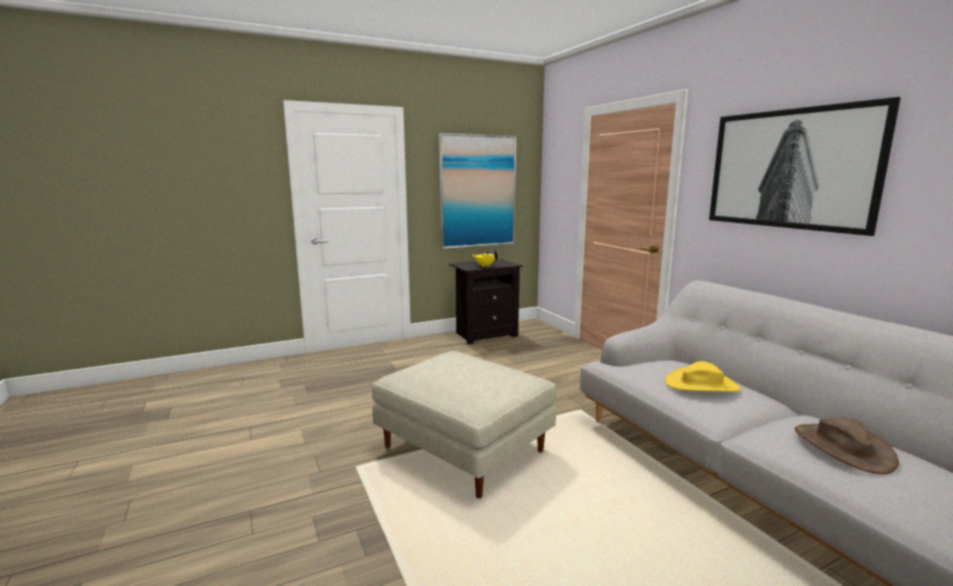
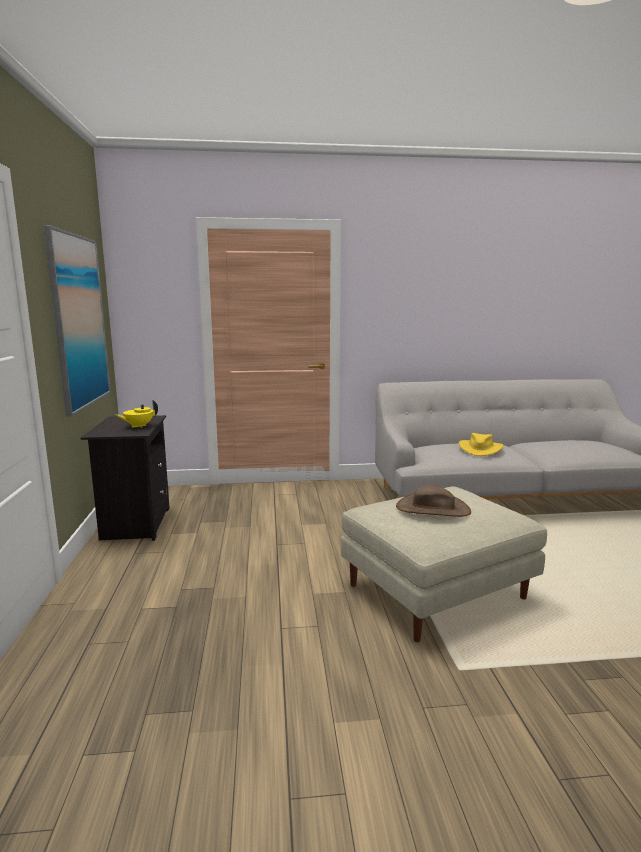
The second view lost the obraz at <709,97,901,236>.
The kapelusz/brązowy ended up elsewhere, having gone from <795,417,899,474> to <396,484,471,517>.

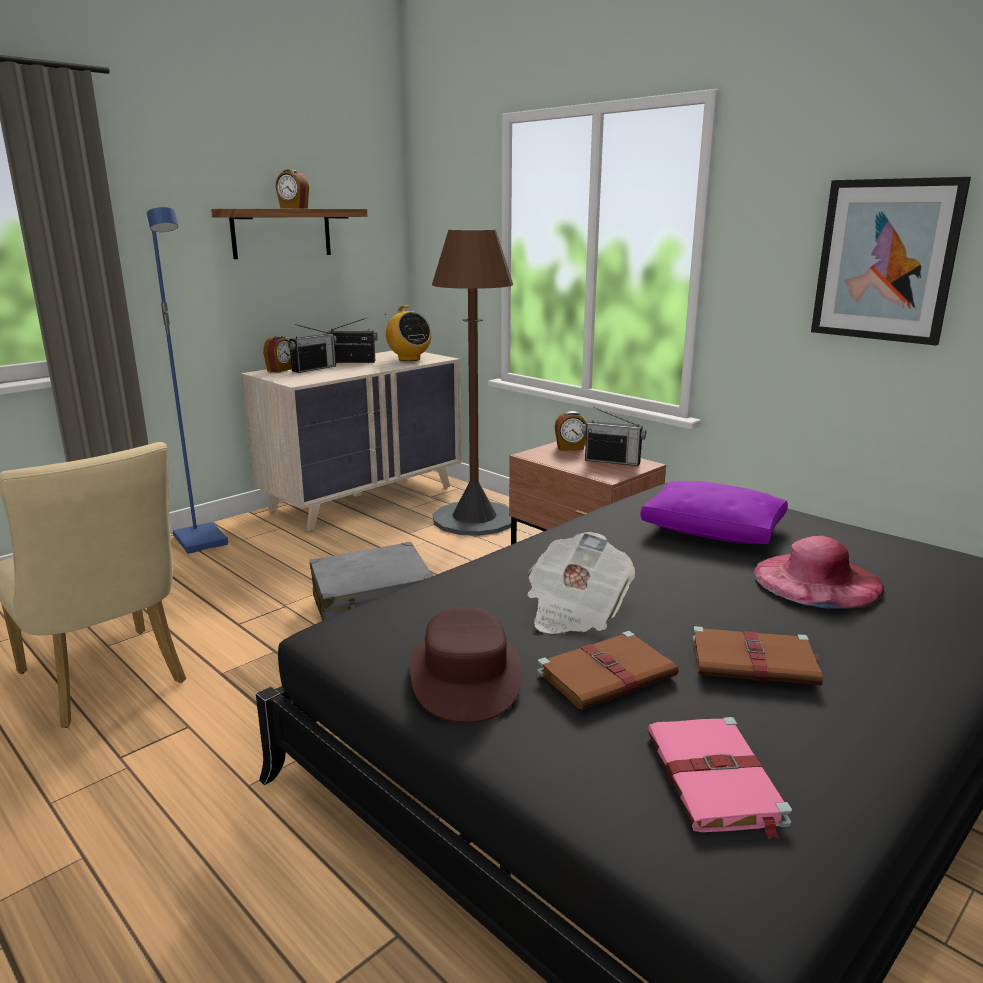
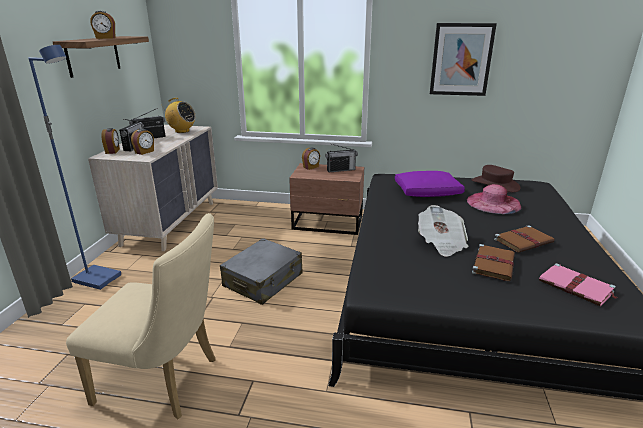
The kapelusz/brązowy ended up elsewhere, having gone from <410,607,522,723> to <472,165,521,192>.
The second view lost the lampa stojąca/brązowy at <432,229,513,536>.
The second view gained the budzik at <131,129,154,155>.

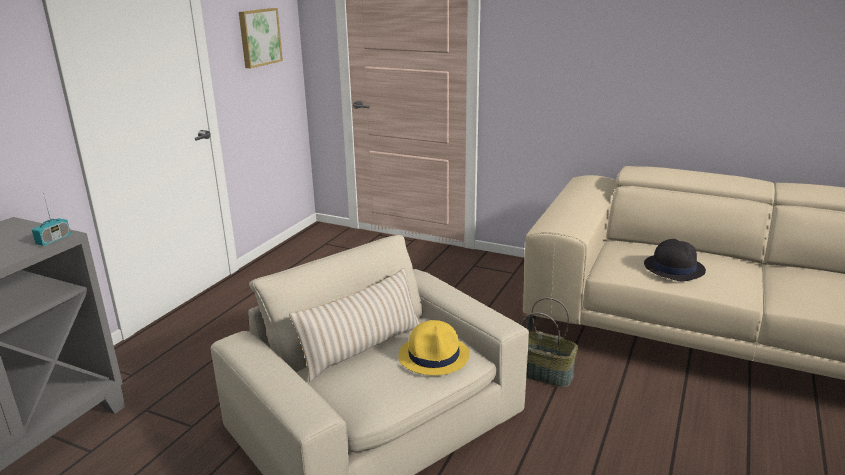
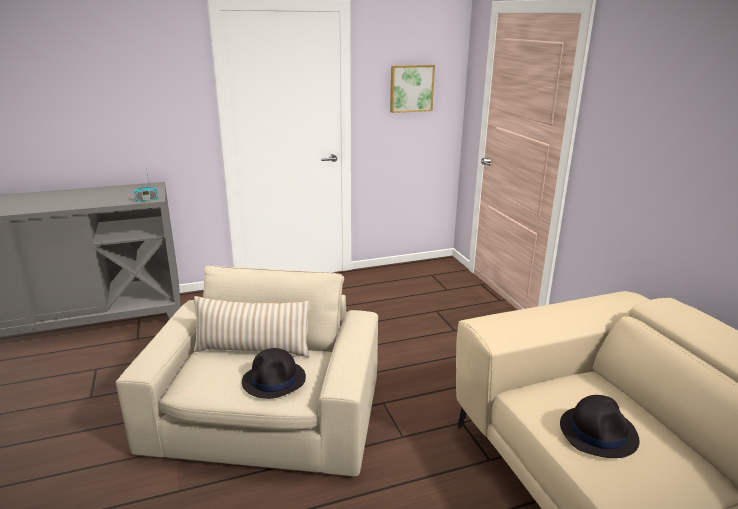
What was the kapelusz/żółty at <399,320,470,375> turned into the kapelusz/czarny at <242,348,306,399>.
The second view lost the koszyk at <521,298,578,387>.

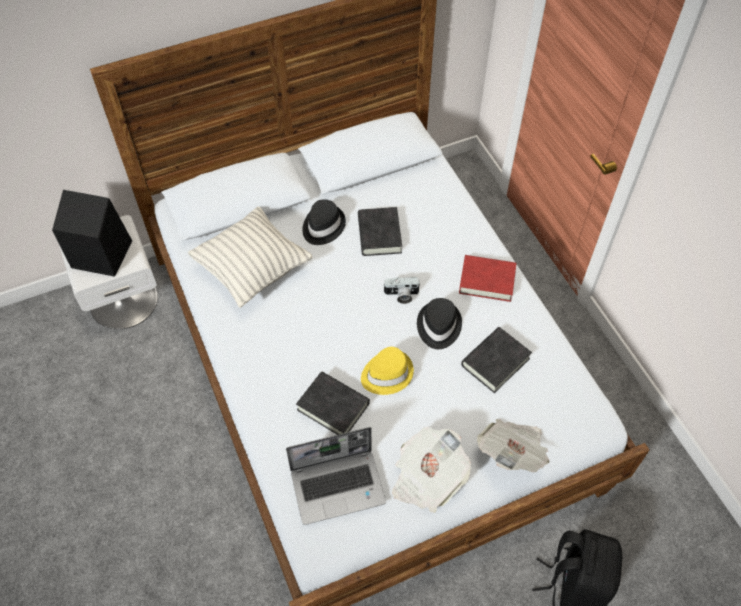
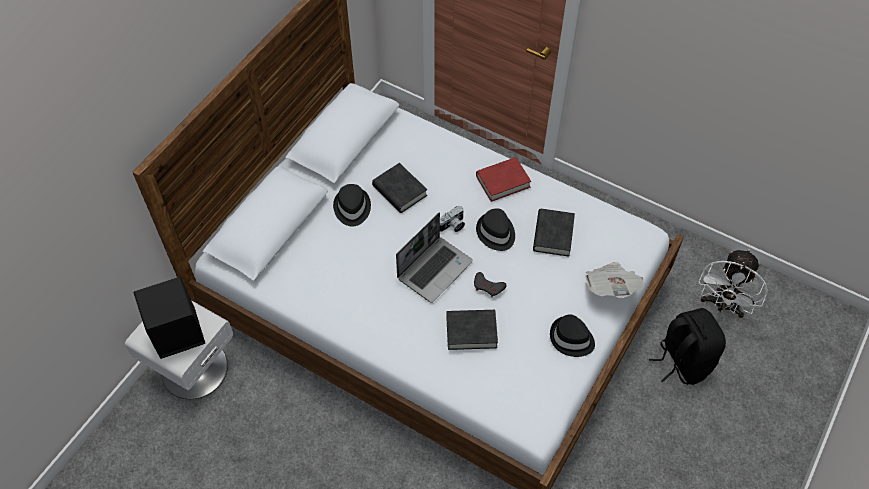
The second view lost the poduszka at <188,206,313,308>.
The laptop ended up elsewhere, having gone from <286,427,386,525> to <396,213,473,303>.
Where the kapelusz/żółty stood at <361,347,414,395>, the pad do gier/szary came to stand at <474,272,506,297>.
Where the gazeta stood at <392,427,471,513>, the kapelusz/czarny came to stand at <550,314,595,357>.
The second view gained the wentylator/biały at <699,249,768,318>.

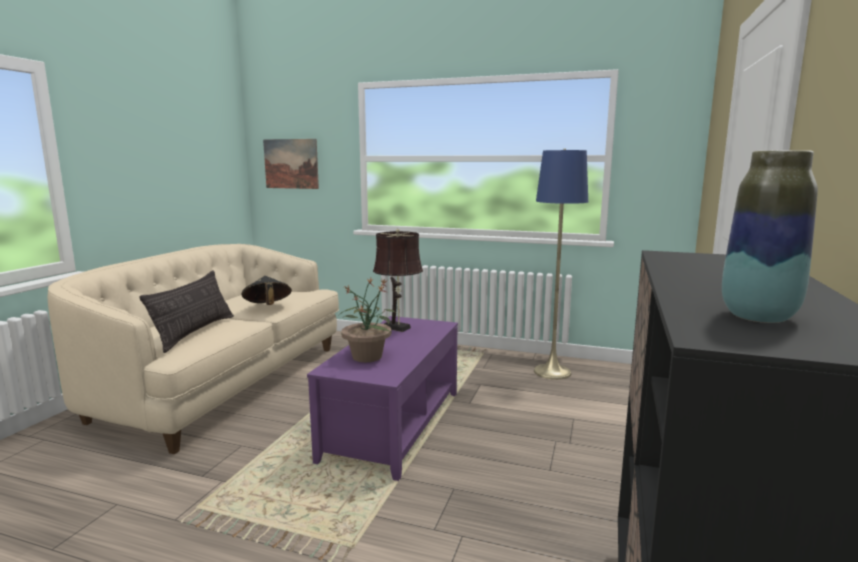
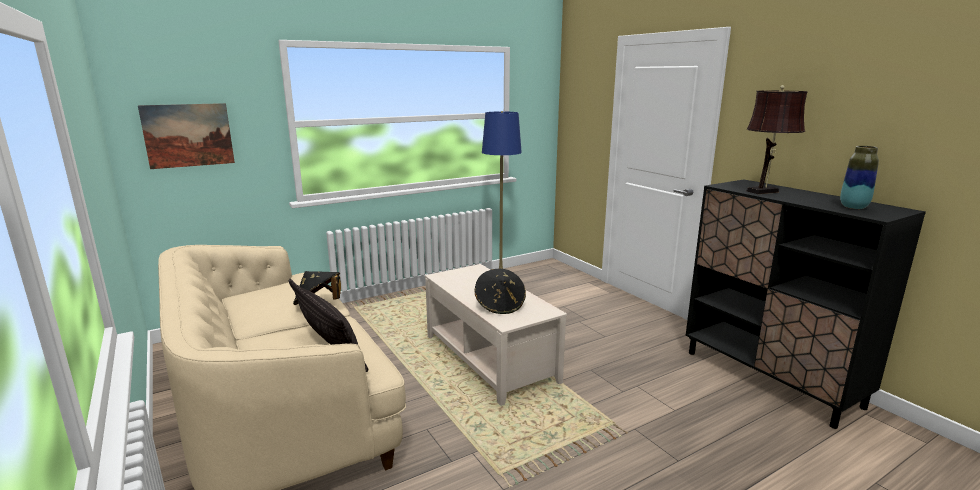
What was the ława/fioletowy at <307,316,458,481> turned into the ława/beżowy at <425,264,567,406>.
Where the roślina doniczkowa stood at <339,278,396,362>, the kapelusz/czarny came to stand at <474,269,526,314>.
The lampa stołowa/brązowy ended up elsewhere, having gone from <373,229,423,332> to <747,85,808,194>.

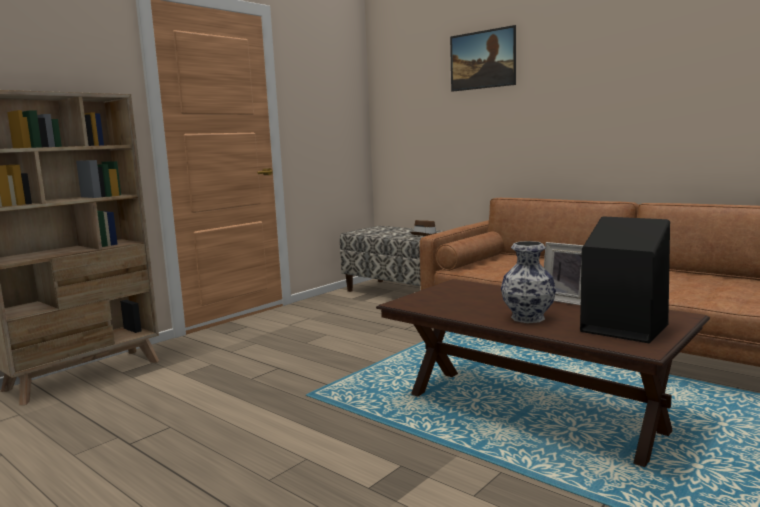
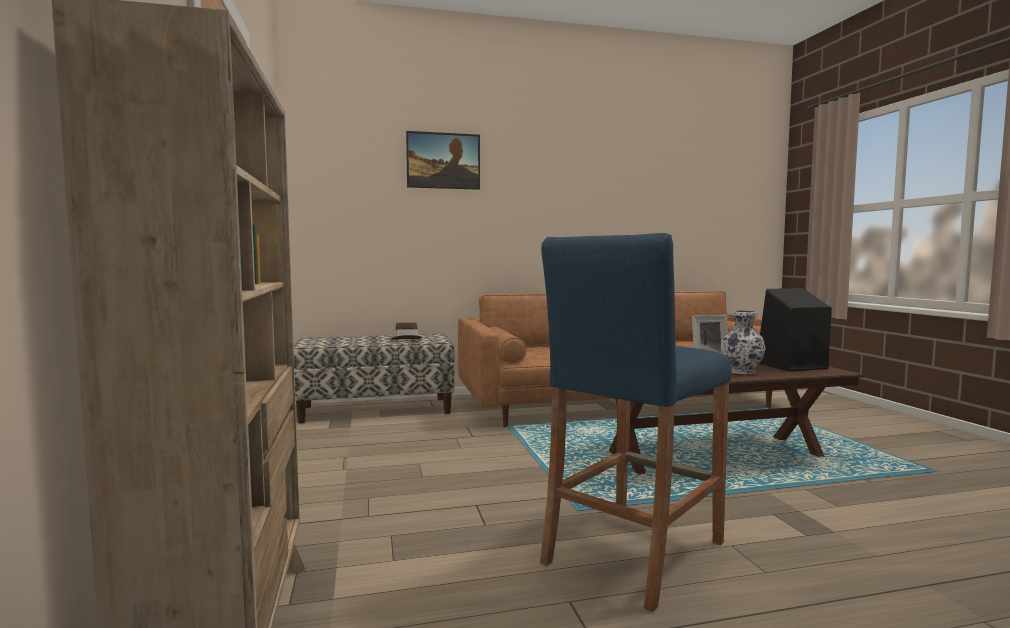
The second view gained the stołek/niebieski at <540,233,732,612>.

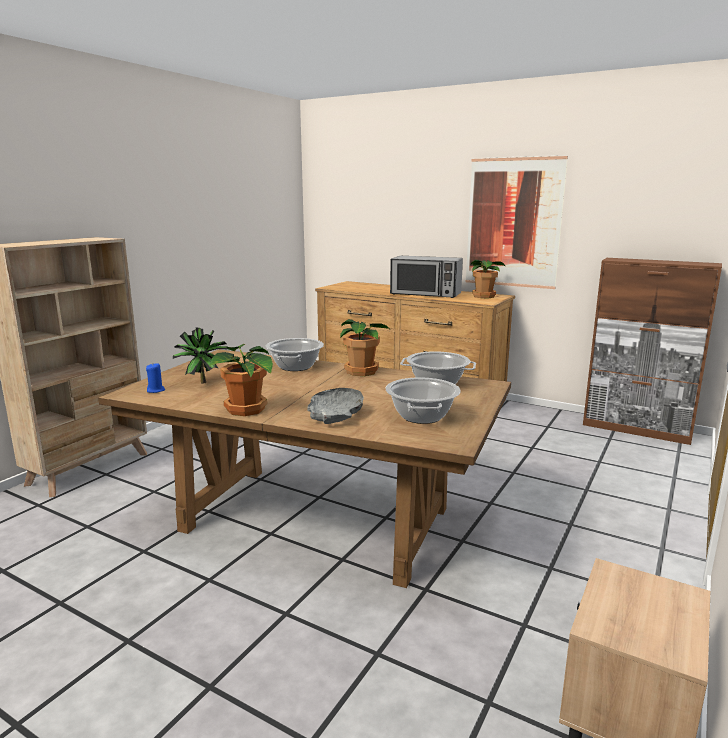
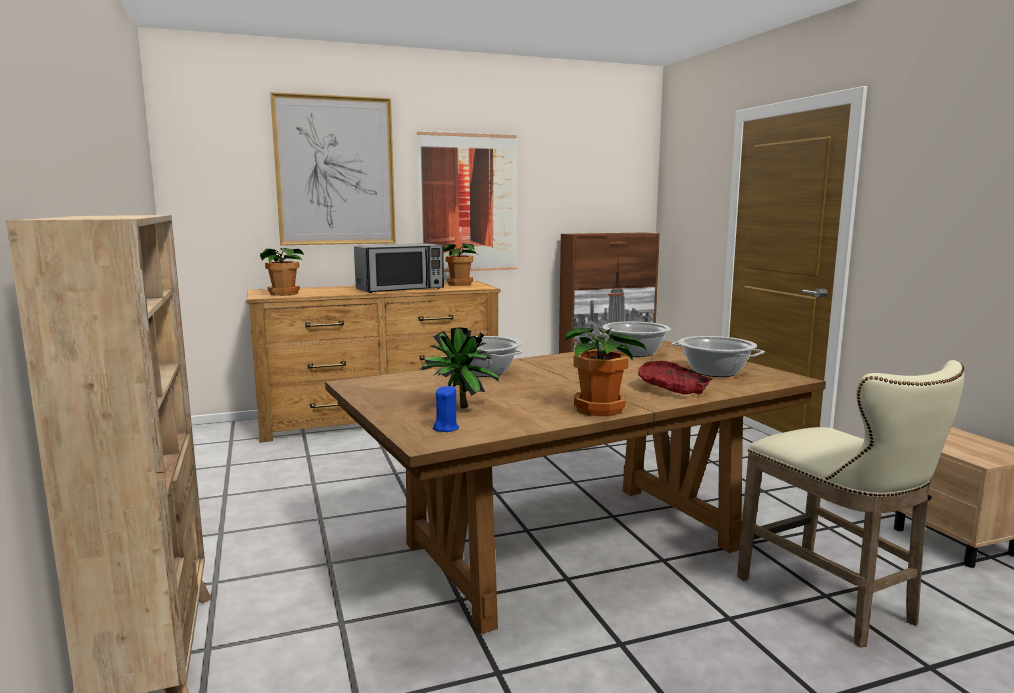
What was the miska/szary at <307,388,364,424> turned into the miska/czerwony at <638,361,713,394>.
The roślina doniczkowa ended up elsewhere, having gone from <340,319,389,376> to <260,248,304,296>.
The second view gained the obraz at <270,92,396,245>.
The second view gained the stołek/beżowy at <737,360,964,647>.

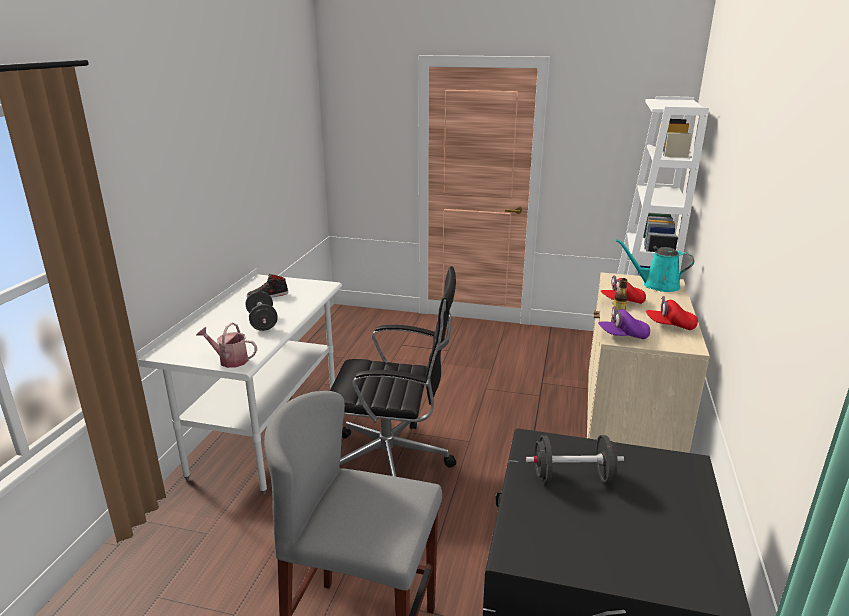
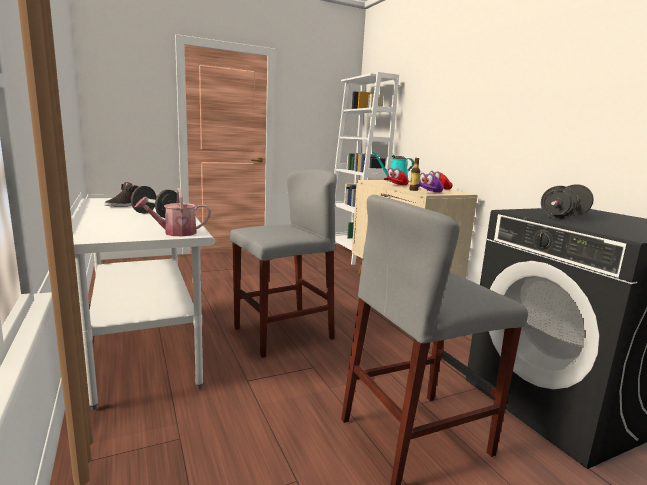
Where the krzesło biurowe/czarny stood at <330,266,456,477>, the stołek/szary came to stand at <230,169,337,358>.

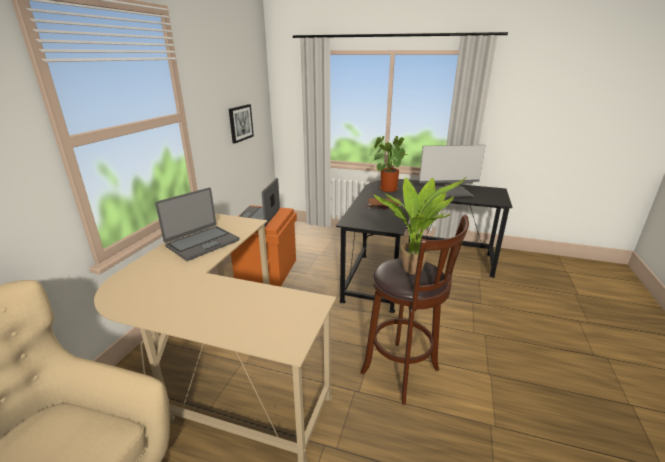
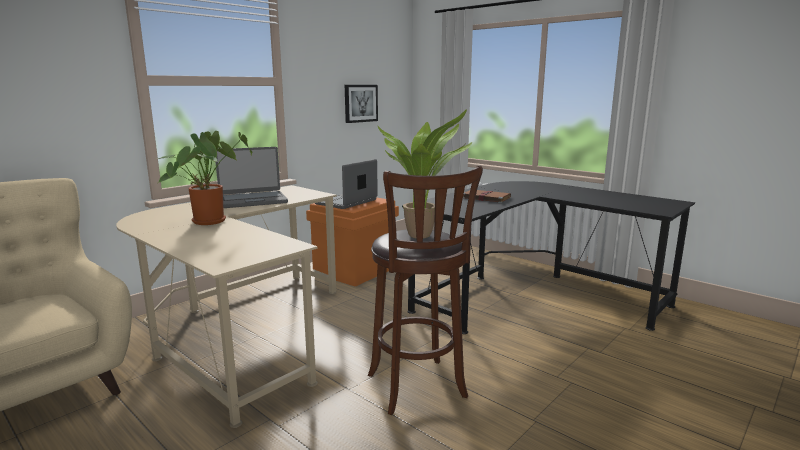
The roślina doniczkowa ended up elsewhere, having gone from <373,136,407,192> to <158,131,253,225>.
The second view lost the monitor at <419,145,485,197>.

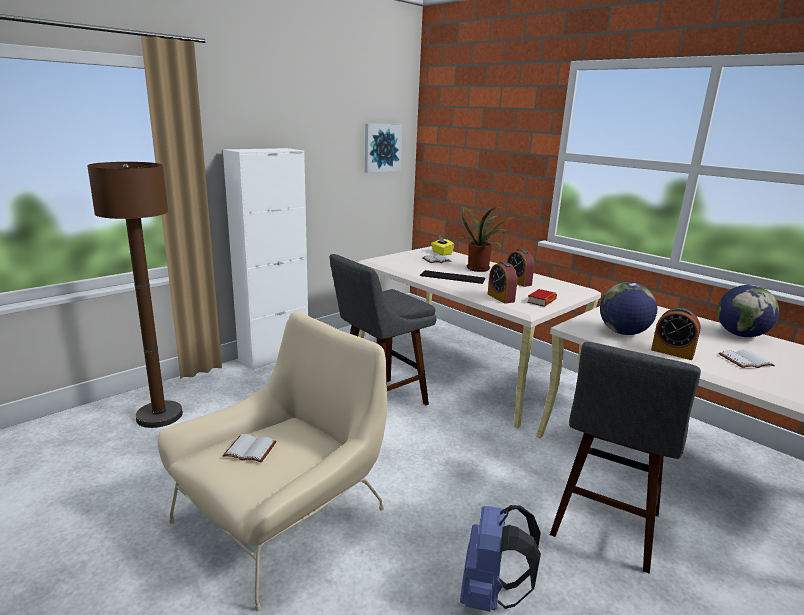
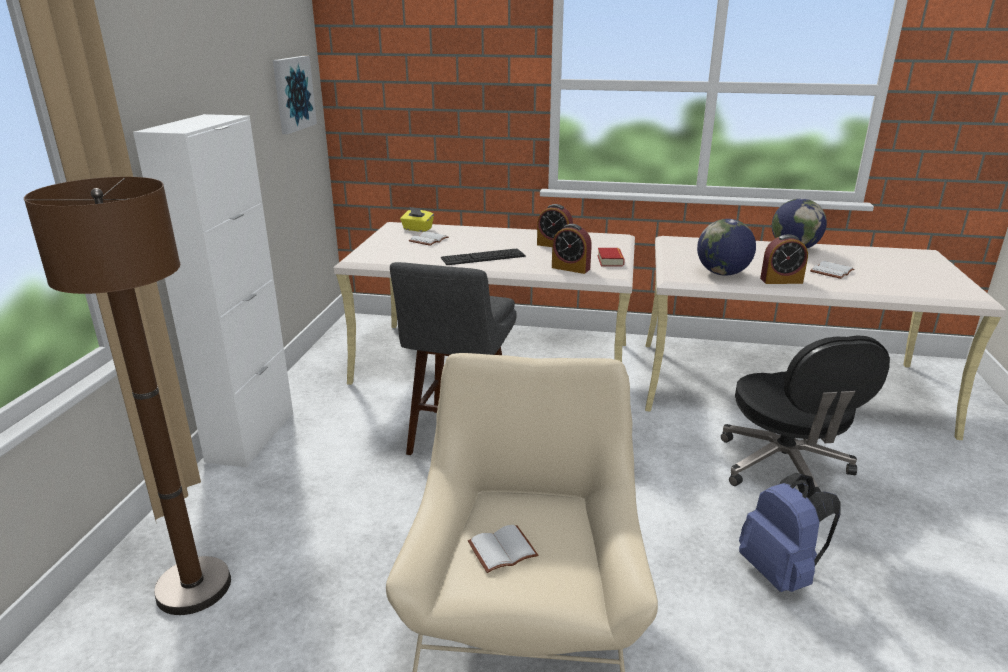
The second view lost the roślina doniczkowa at <458,205,514,272>.
Where the stołek/szary stood at <550,342,701,574>, the krzesło biurowe/czarny came to stand at <721,335,890,493>.

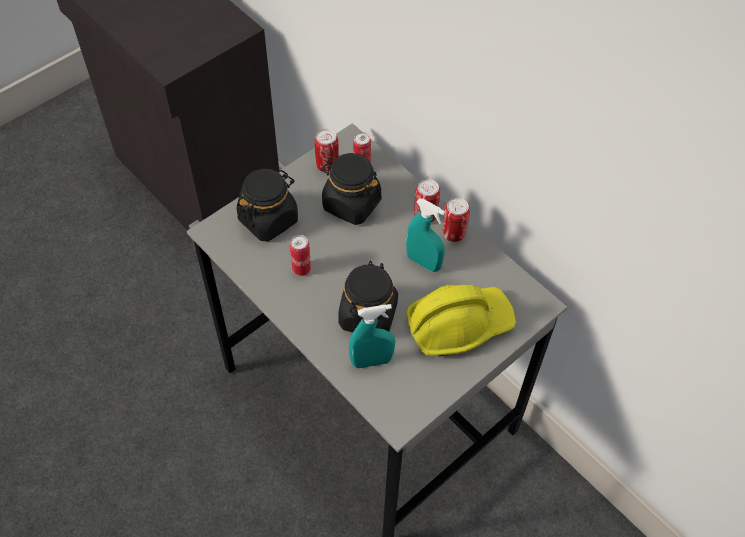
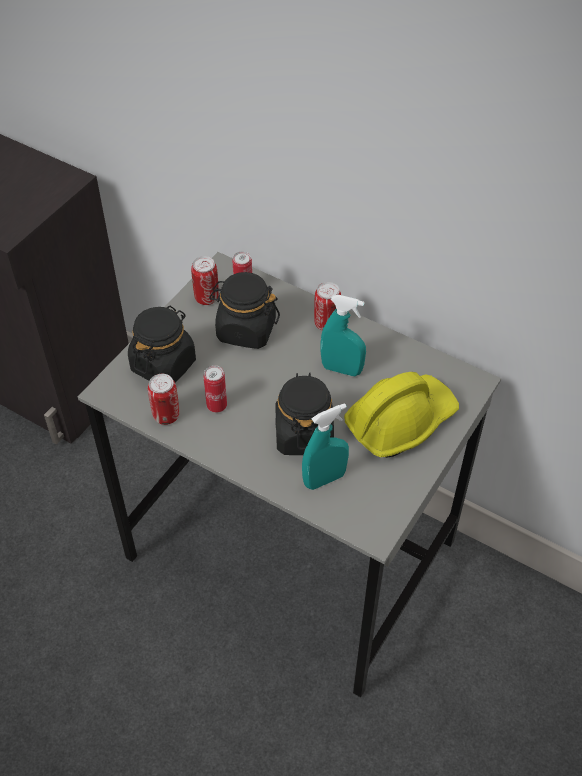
The puszka ended up elsewhere, having gone from <443,197,470,242> to <148,374,179,425>.

